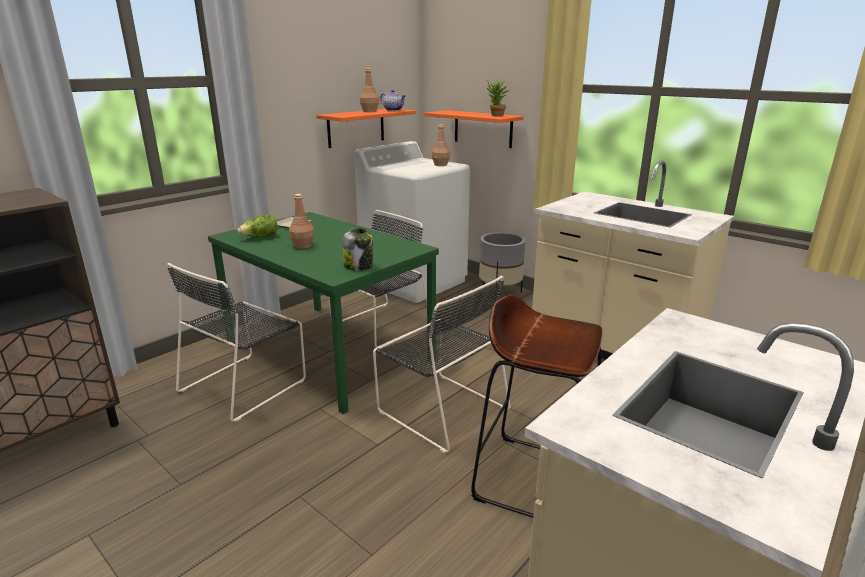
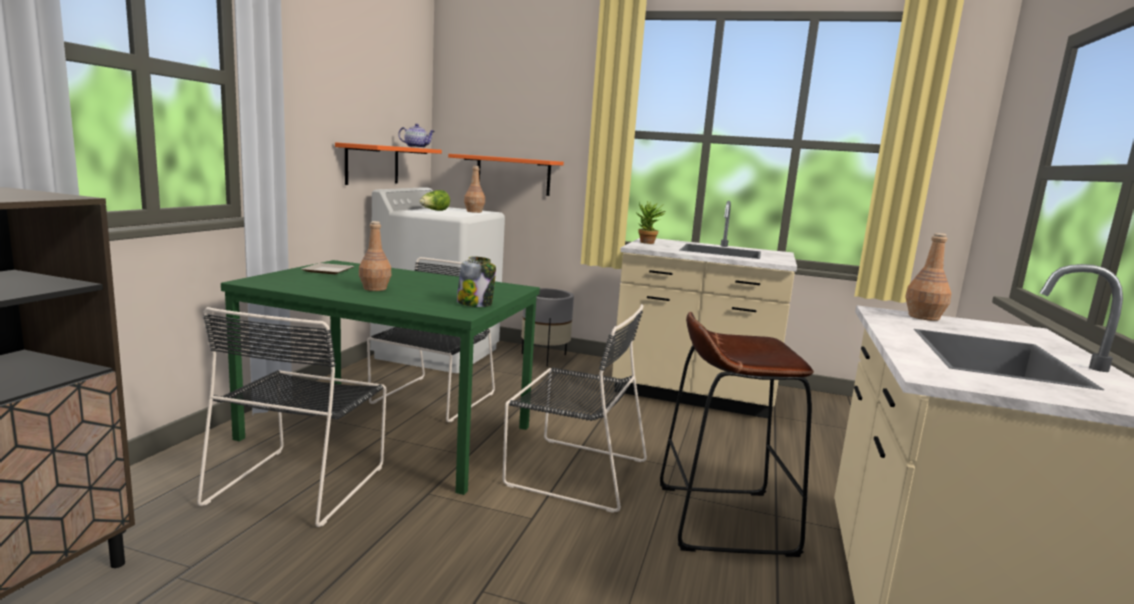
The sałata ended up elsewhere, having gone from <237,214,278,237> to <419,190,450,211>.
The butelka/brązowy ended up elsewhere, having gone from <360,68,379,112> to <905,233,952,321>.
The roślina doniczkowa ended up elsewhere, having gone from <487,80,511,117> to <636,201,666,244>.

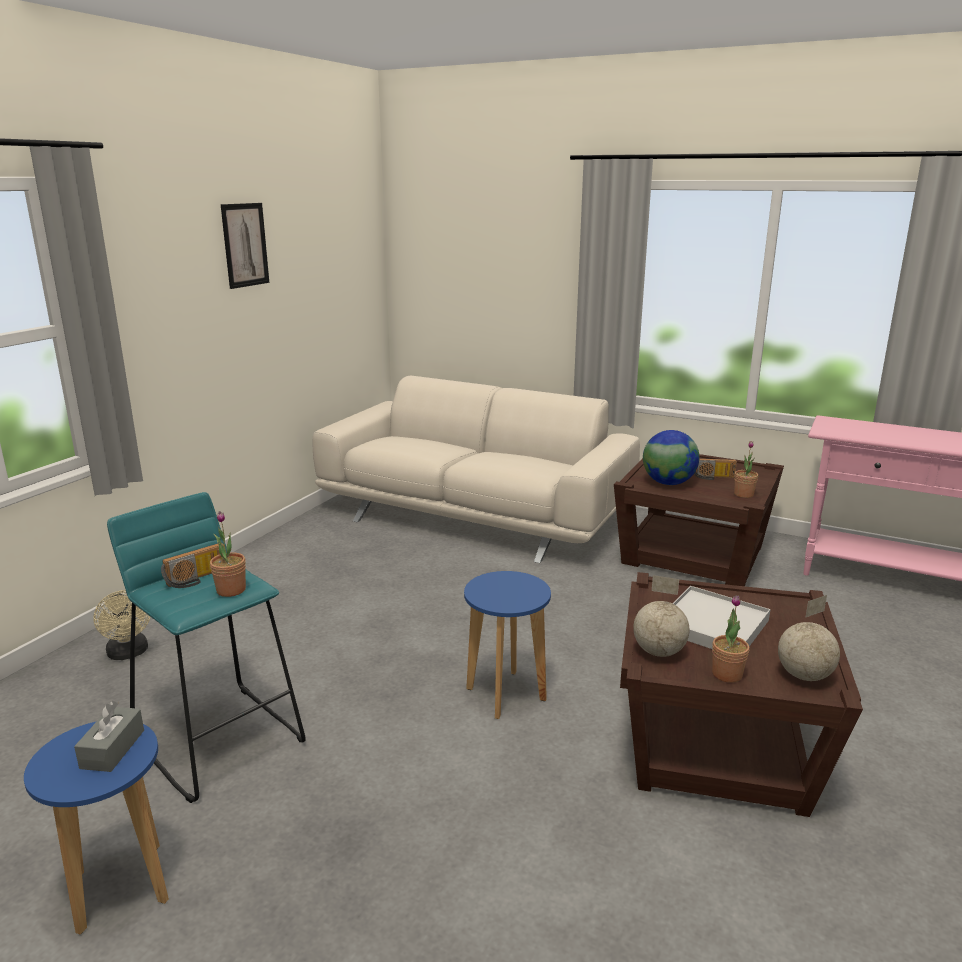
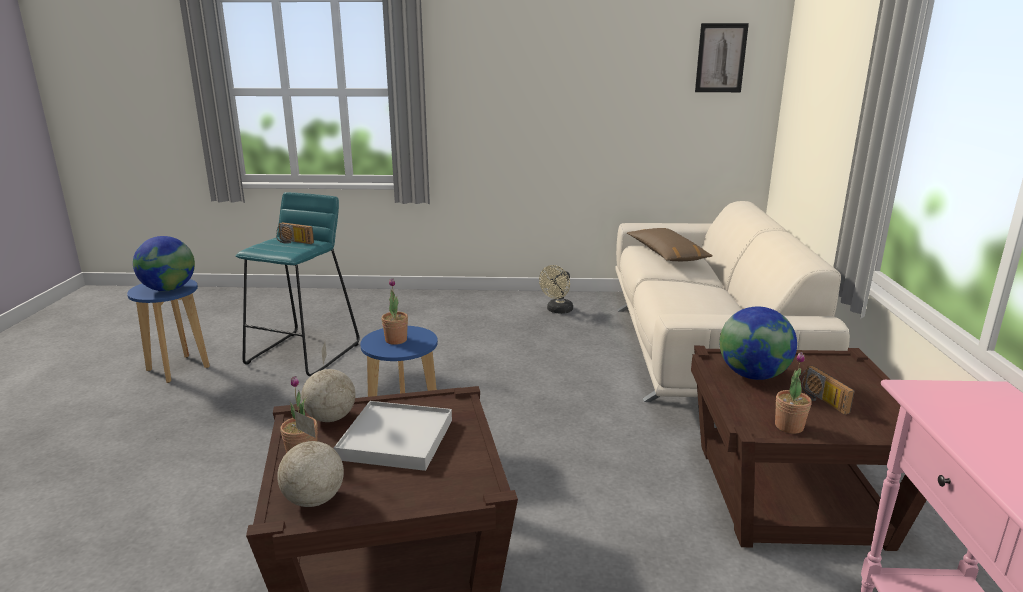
Where the pudełko chusteczek/szary stood at <74,701,144,772>, the globus came to stand at <133,236,195,291>.
The wentylator/beżowy ended up elsewhere, having gone from <93,590,150,660> to <539,265,573,314>.
The roślina doniczkowa ended up elsewhere, having gone from <210,511,246,597> to <381,278,408,345>.
The obraz ended up elsewhere, having gone from <221,203,269,289> to <695,23,749,92>.
The second view gained the poduszka/brązowy at <627,228,713,261>.

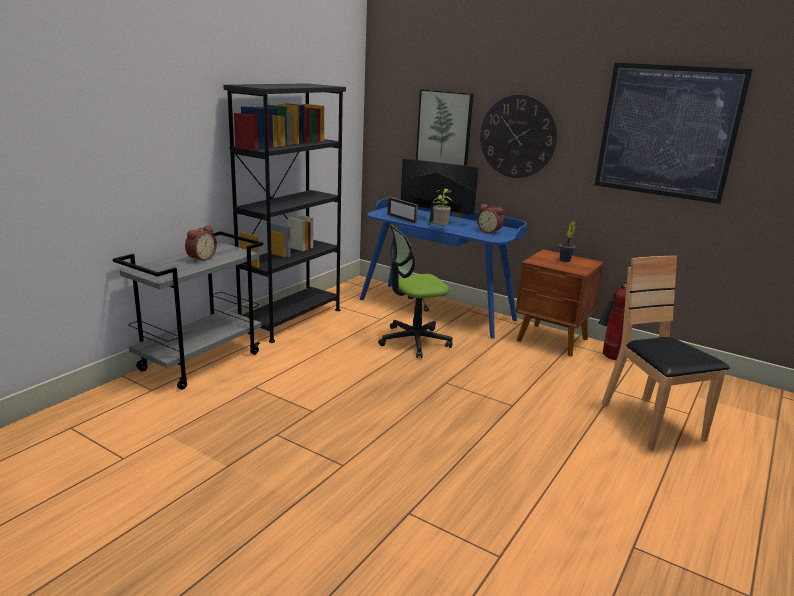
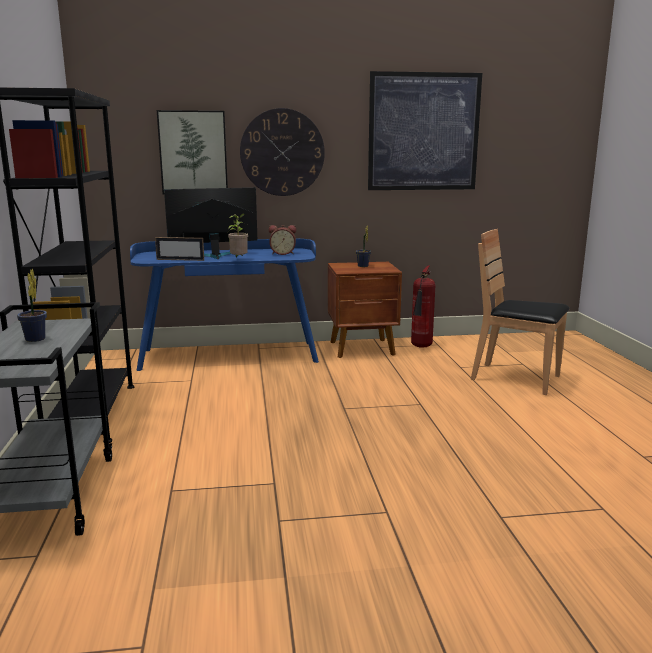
Where the budzik stood at <185,225,217,262>, the roślina doniczkowa came to stand at <17,269,47,342>.
The second view lost the krzesło biurowe at <378,225,452,358>.

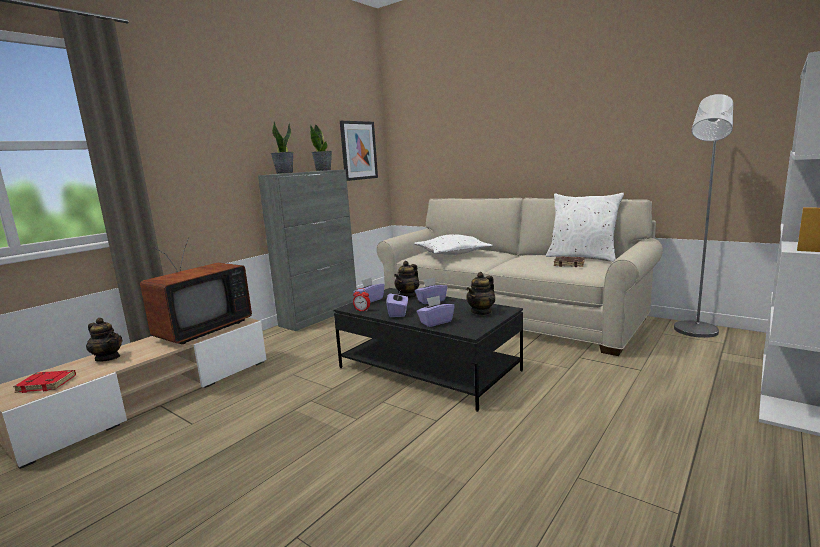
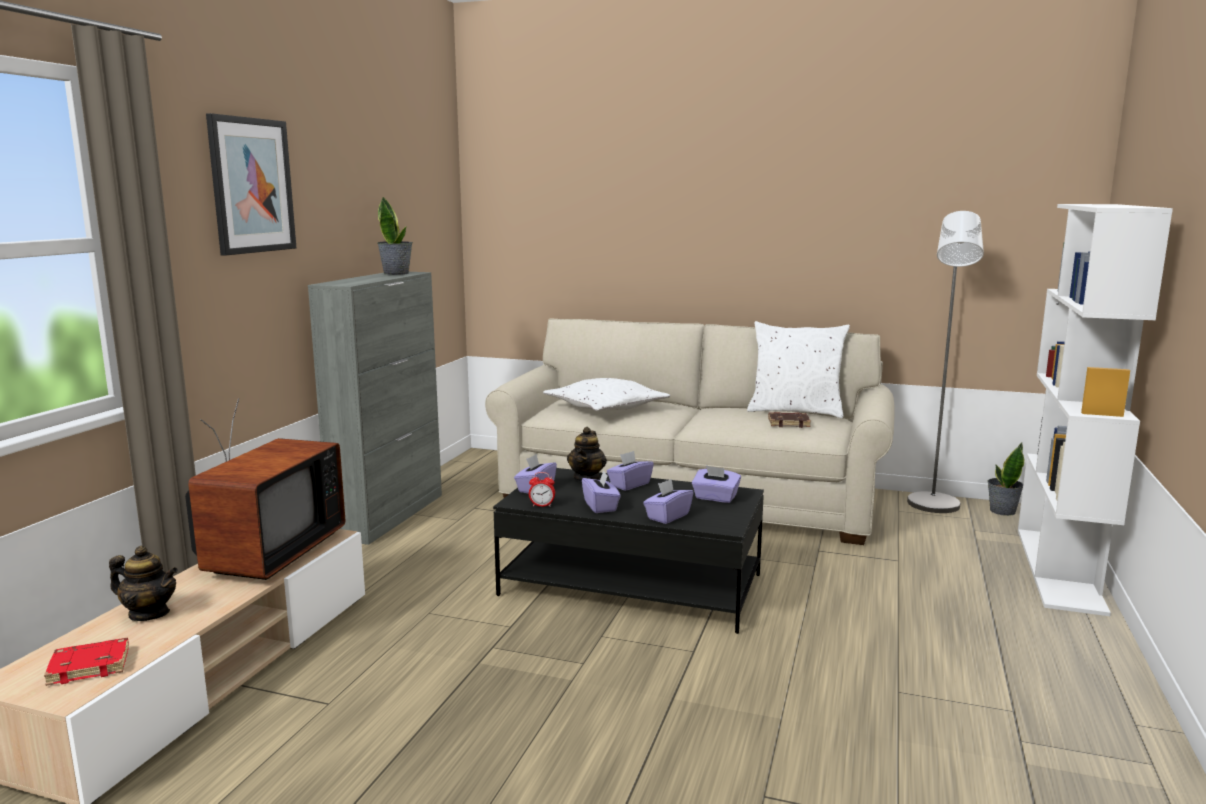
The roślina doniczkowa ended up elsewhere, having gone from <271,122,293,174> to <987,443,1024,516>.
The obraz ended up elsewhere, having gone from <340,121,378,181> to <206,113,296,256>.
Where the imbryk stood at <466,272,495,316>, the pudełko chusteczek/fioletowy came to stand at <692,465,741,503>.

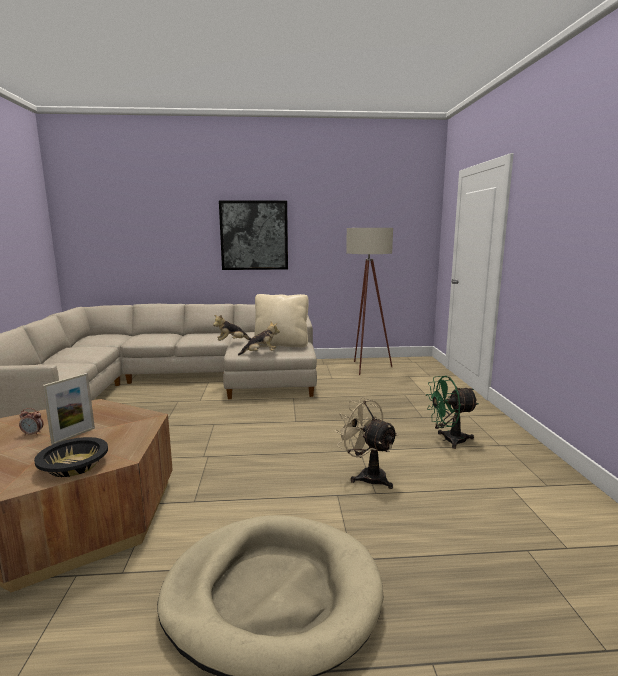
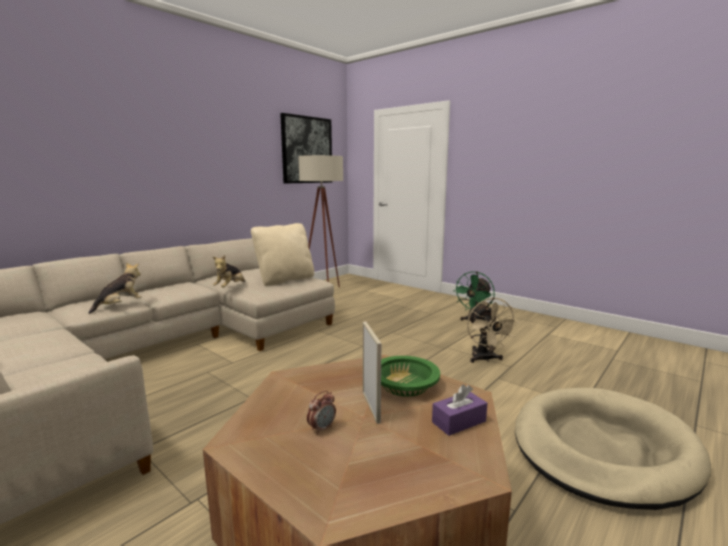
Where the miska/czarny stood at <34,437,108,477>, the pudełko chusteczek/fioletowy came to stand at <432,385,487,436>.
The obraz ended up elsewhere, having gone from <219,200,288,270> to <280,113,332,183>.
The pluszak ended up elsewhere, having gone from <238,321,280,356> to <89,262,142,314>.
The wentylator/beżowy at <335,397,398,489> ended up facing another way, 105 degrees counterclockwise from before.
The second view gained the miska/zielony at <381,356,440,397>.

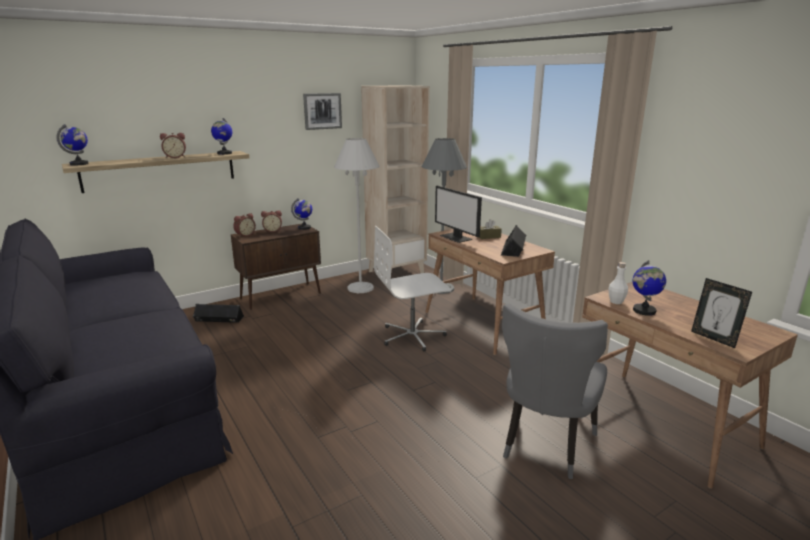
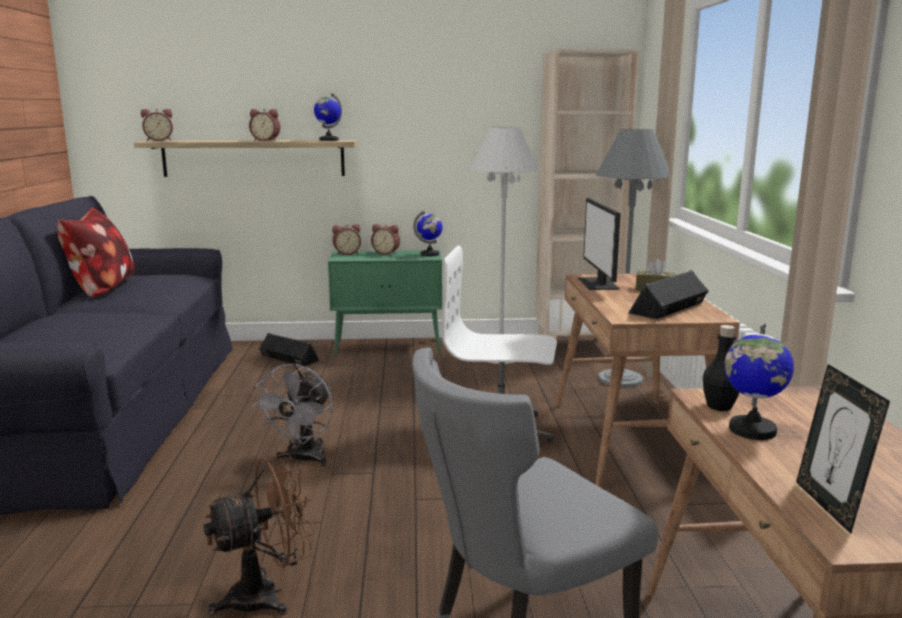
Where the globus stood at <56,124,89,166>, the budzik came to stand at <141,109,173,141>.
What was the szafka/brązowy at <231,224,321,310> turned into the szafka/zielony at <328,250,442,355>.
The second view lost the obraz at <303,93,342,130>.
What was the butelka/biały at <609,262,628,304> turned into the butelka/czarny at <703,325,739,411>.
The second view gained the poduszka at <57,208,135,297>.
The second view gained the wentylator/brązowy at <204,453,315,616>.
The second view gained the wentylator/szary at <252,363,333,466>.

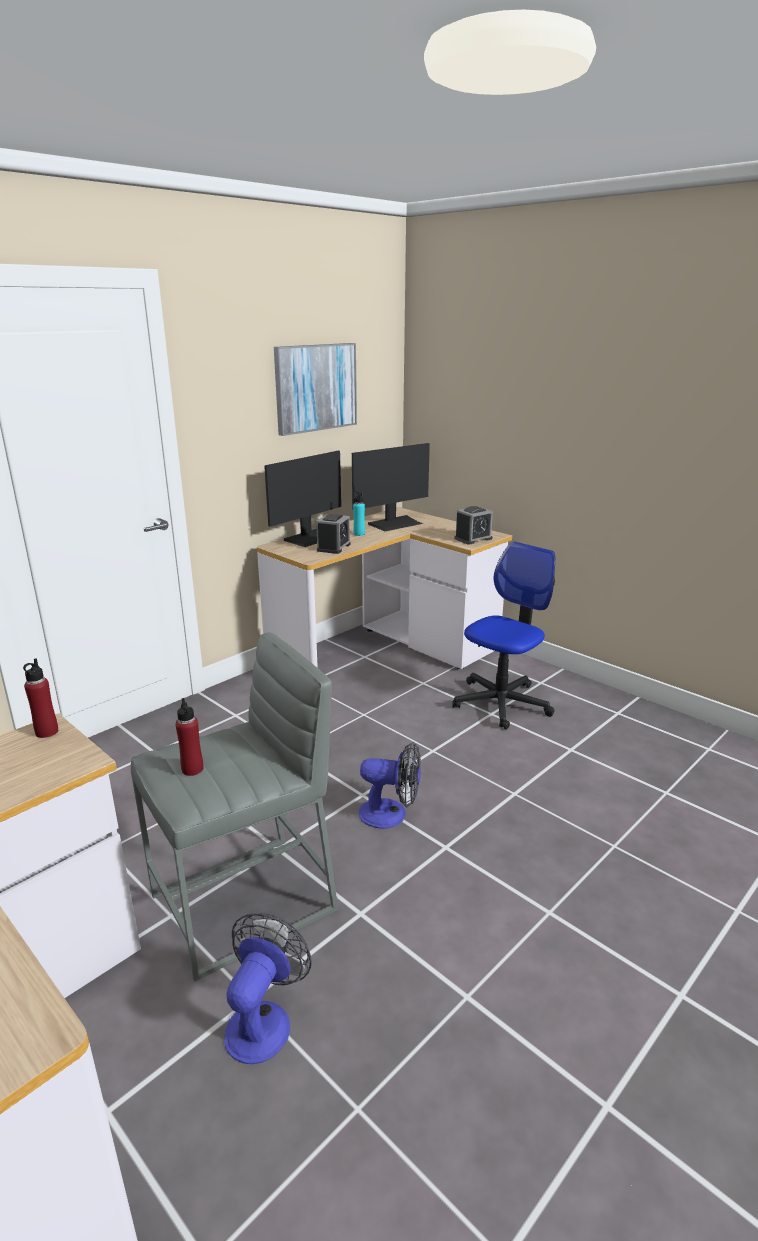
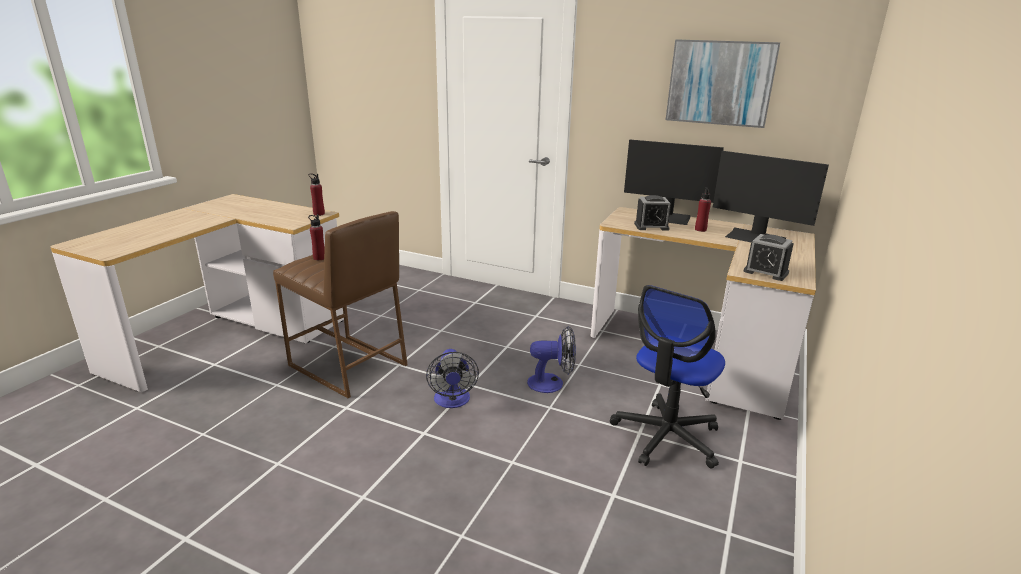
What was the stołek/szary at <131,632,339,982> turned into the stołek/brązowy at <273,211,408,398>.
The wentylator ended up elsewhere, having gone from <224,913,312,1064> to <527,326,576,393>.
What was the butelka/turkusowy at <353,491,365,536> turned into the butelka/czerwony at <695,187,711,232>.
The krzesło biurowe at <452,542,555,729> ended up facing another way, 105 degrees clockwise from before.

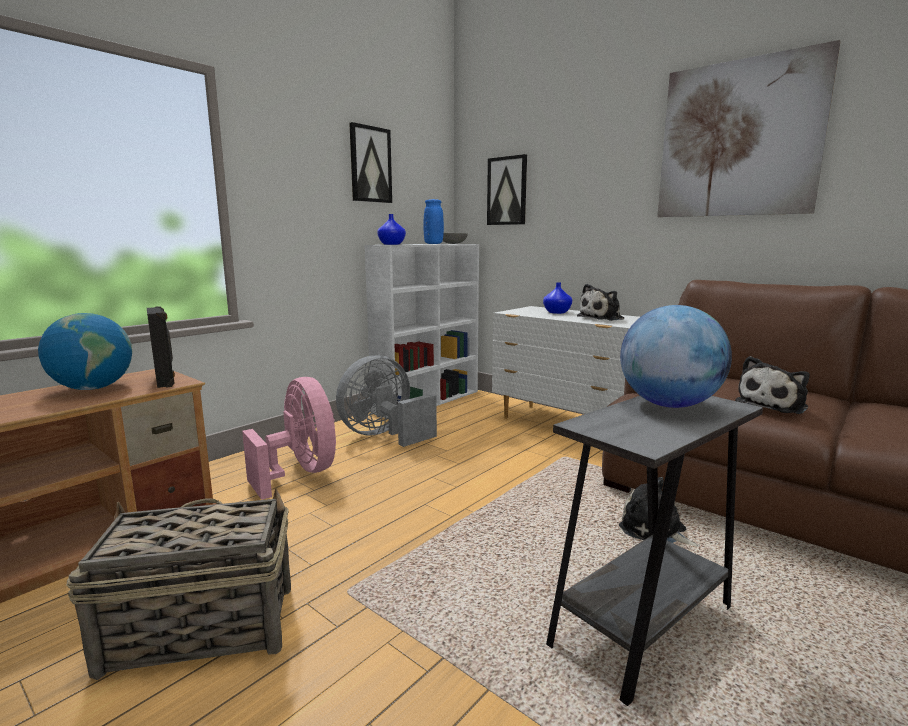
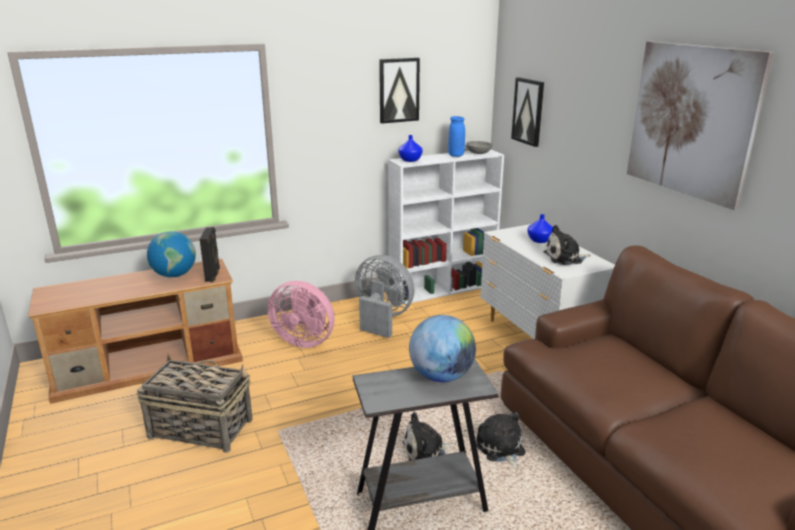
The wentylator/różowy at <242,377,336,500> ended up facing another way, 120 degrees clockwise from before.
The wentylator/szary at <336,355,437,447> ended up facing another way, 45 degrees clockwise from before.
The pluszak ended up elsewhere, having gone from <735,356,810,414> to <403,412,456,461>.

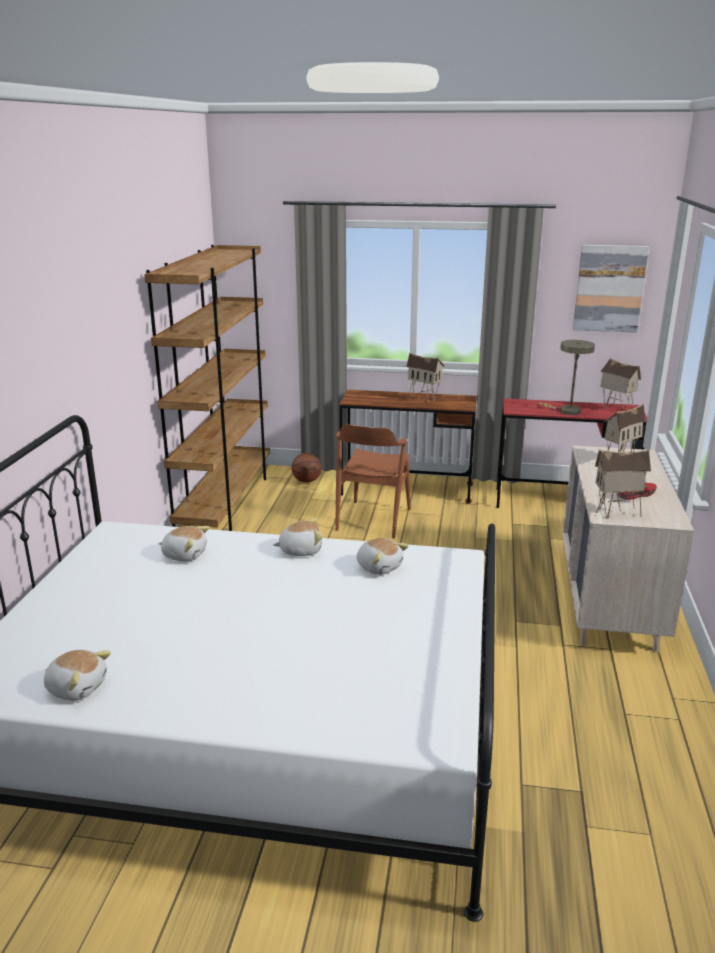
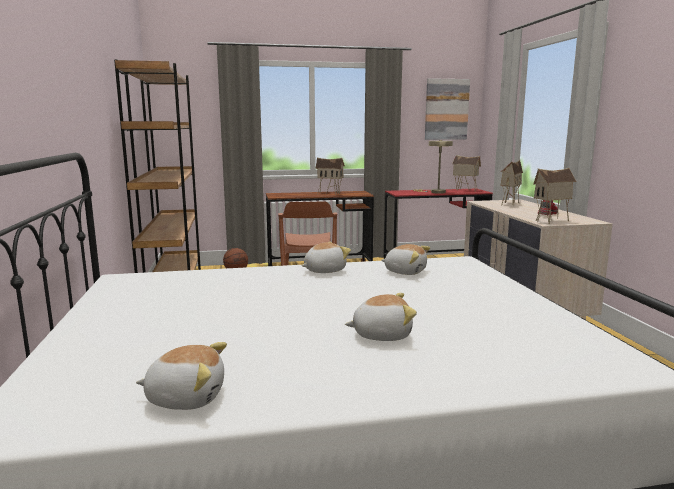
The pluszak ended up elsewhere, having gone from <158,526,210,562> to <345,293,417,341>.

